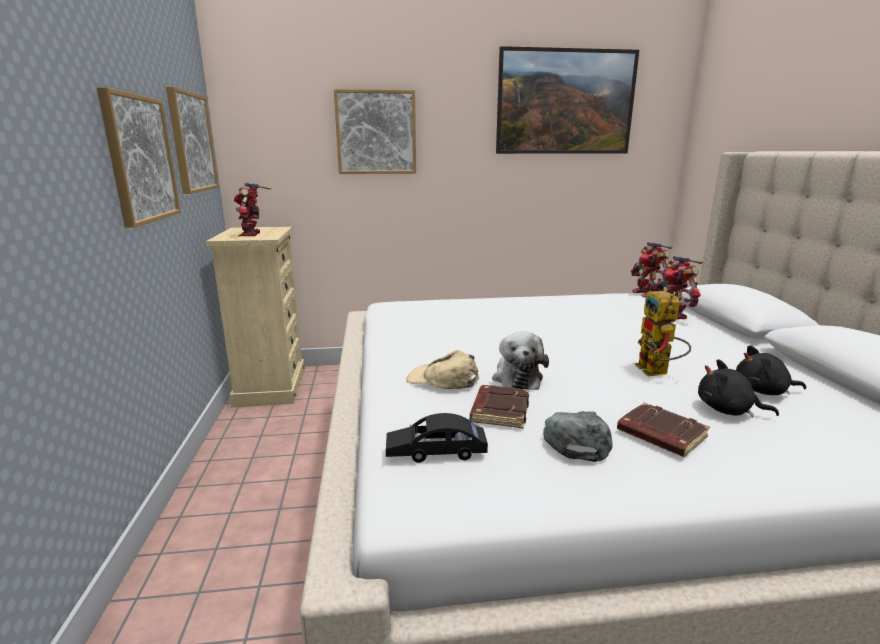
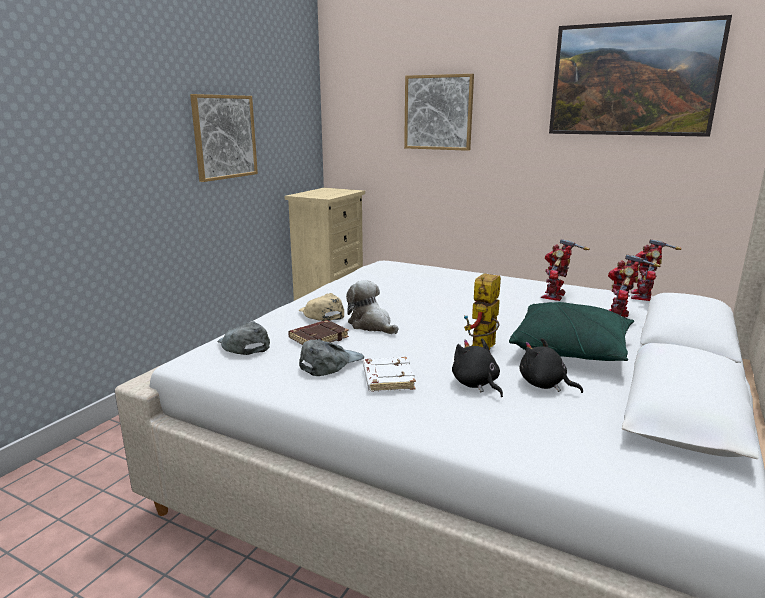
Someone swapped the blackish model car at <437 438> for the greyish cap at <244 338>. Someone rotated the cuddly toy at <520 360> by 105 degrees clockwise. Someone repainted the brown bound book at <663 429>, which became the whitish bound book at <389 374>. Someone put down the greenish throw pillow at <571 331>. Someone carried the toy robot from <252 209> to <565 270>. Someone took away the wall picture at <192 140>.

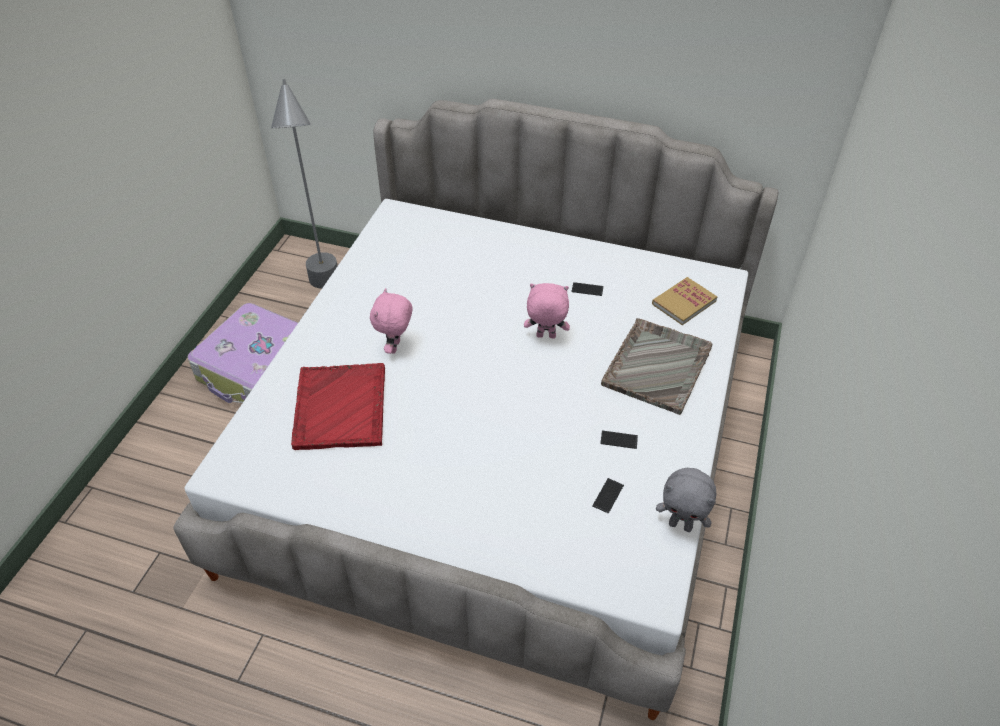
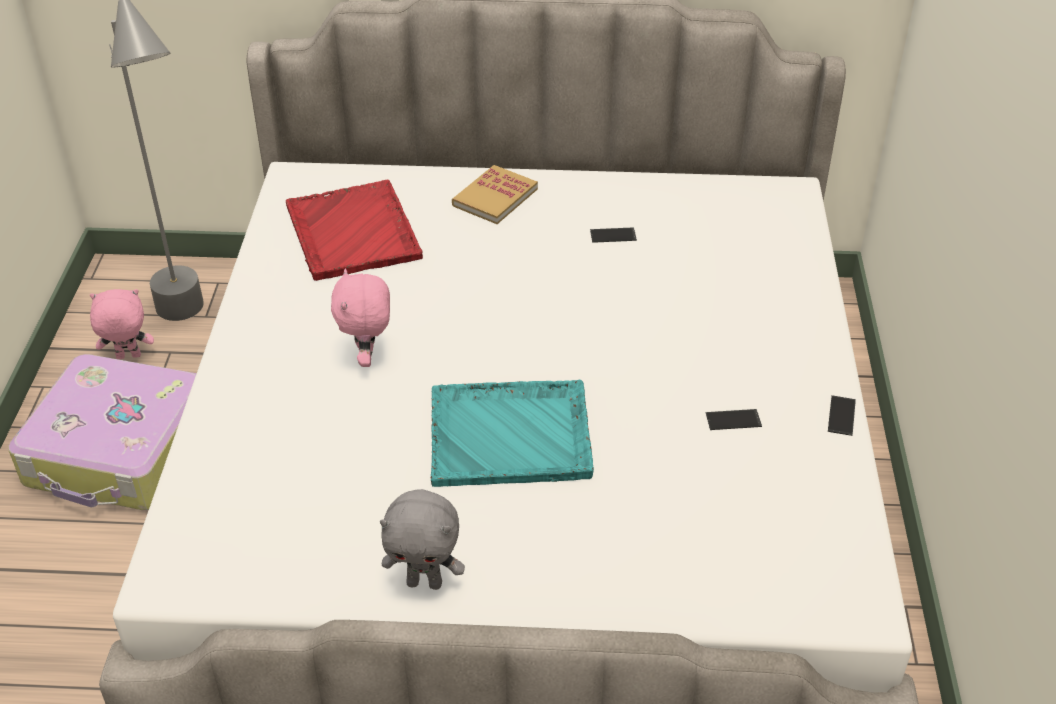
Someone carried the pink-coloured cuddly toy from <547 310> to <122 324>. Someone carried the reddish tray from <338 406> to <354 230>. Someone carried the greyish cuddly toy from <686 500> to <422 539>. Someone put down the turquoise tray at <512 433>. Someone carried the bound book from <685 301> to <495 194>. Someone carried the phone from <608 496> to <842 415>. Someone took away the greyish tray at <657 366>.

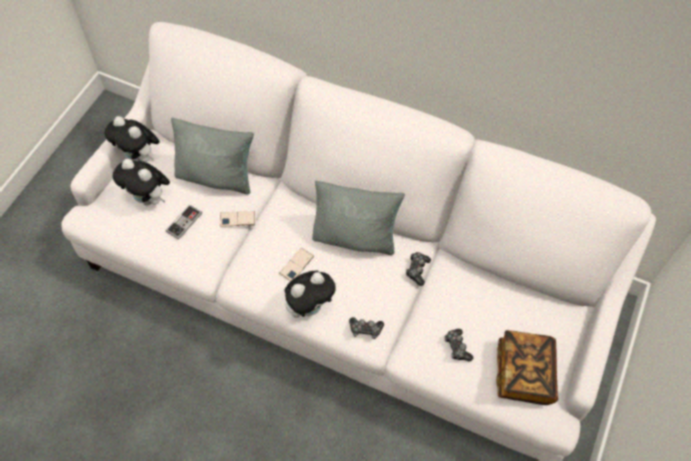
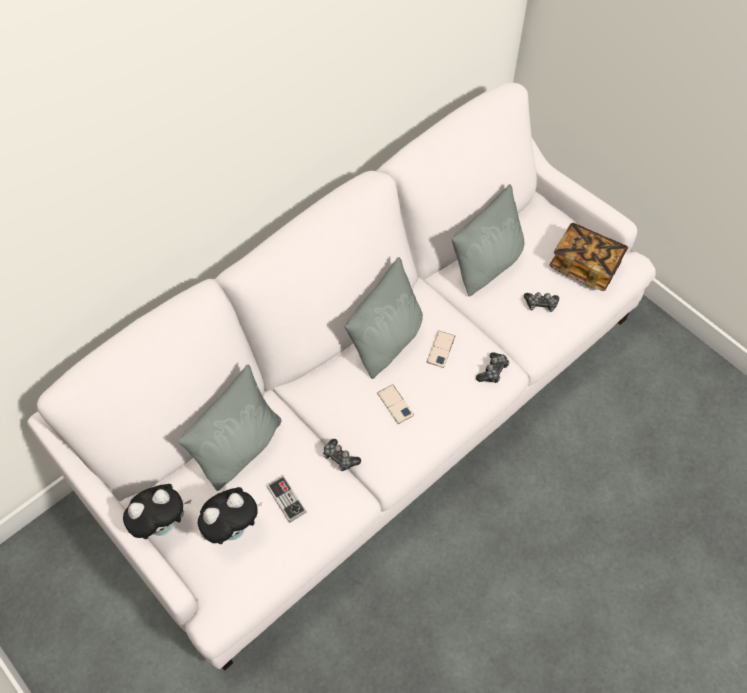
Someone carried the gamepad from <418 269> to <342 455>. Someone carried the phone from <237 219> to <441 349>. Someone put down the greyish throw pillow at <488 240>. Someone took away the cuddly toy at <310 294>.

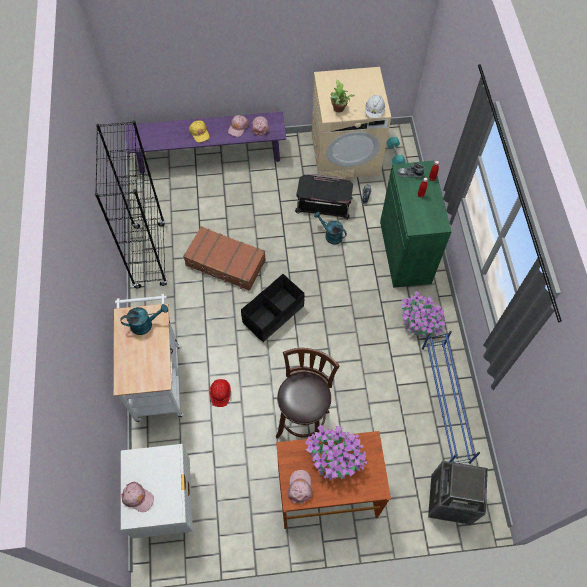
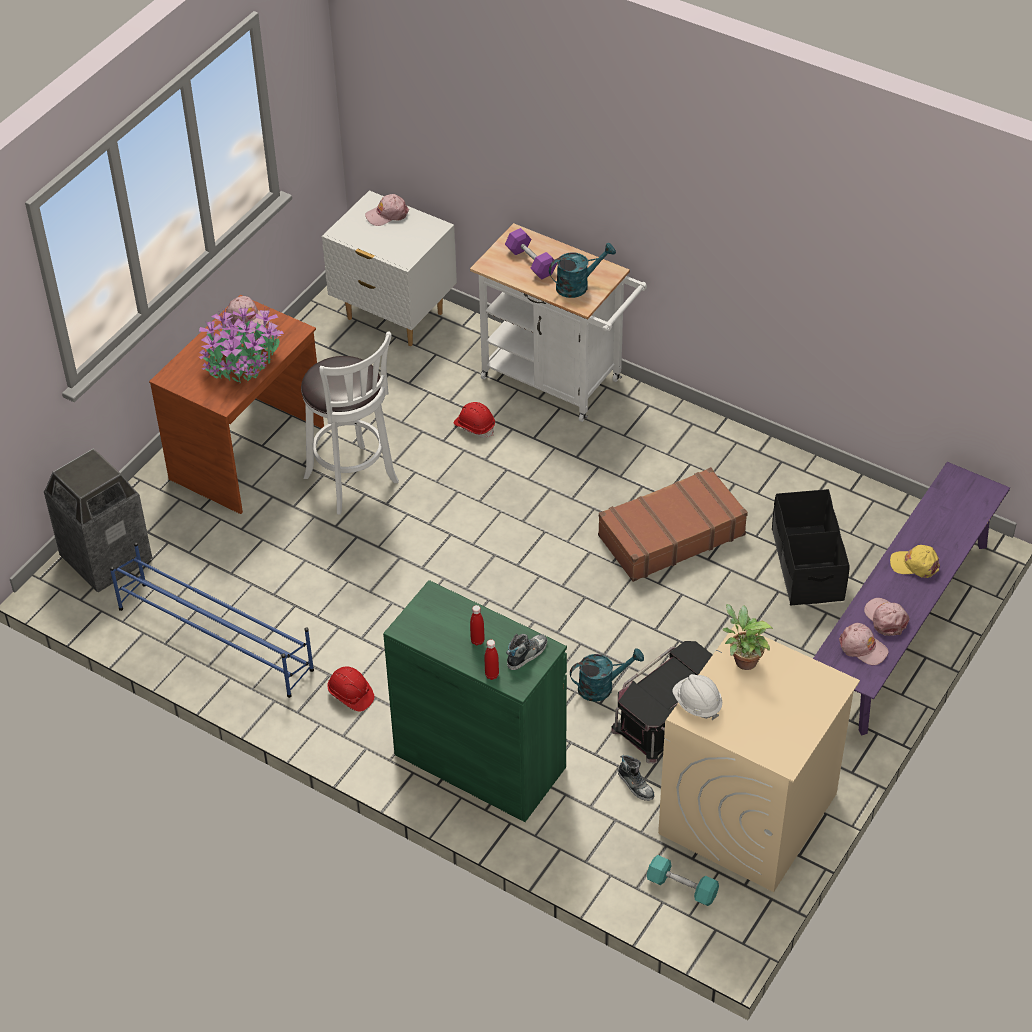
Someone repainted the brown stool seat at <307 393>, which became the whitish stool seat at <350 423>. Someone swapped the plant in a pot at <423 314> for the reddish work helmet at <350 689>. Someone put down the purple-coloured free weight at <531 254>. Someone rotated the turquoise sprinkling can at <144 319> by 135 degrees counterclockwise. Someone carried the blackish storage container from <272 308> to <810 547>. Someone took away the blackish bookshelf at <131 204>.

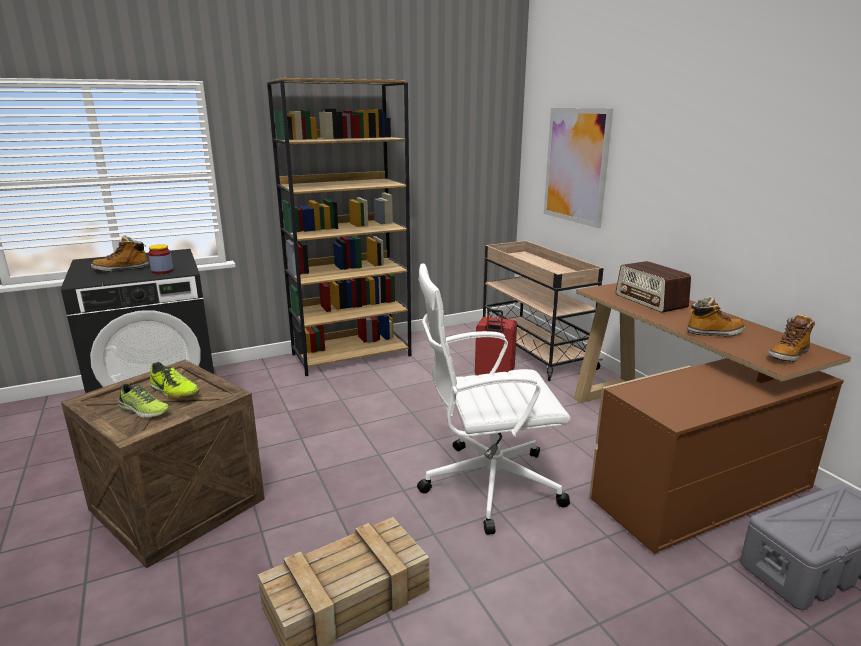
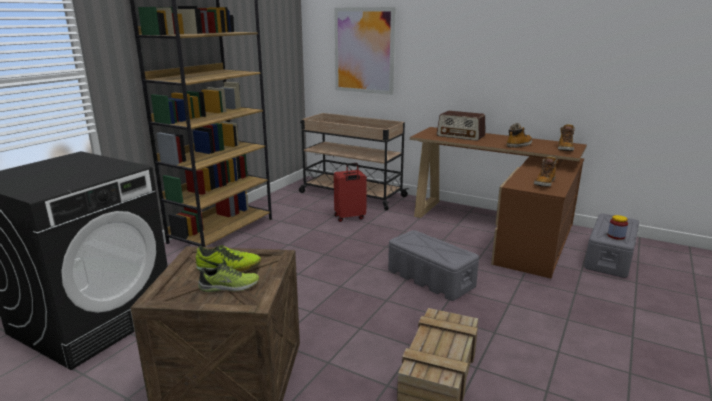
Someone swapped the whitish office chair at <494 399> for the greyish storage container at <433 265>. Someone carried the high-top boot from <120 253> to <546 171>. Someone carried the storage jar from <160 259> to <618 227>.

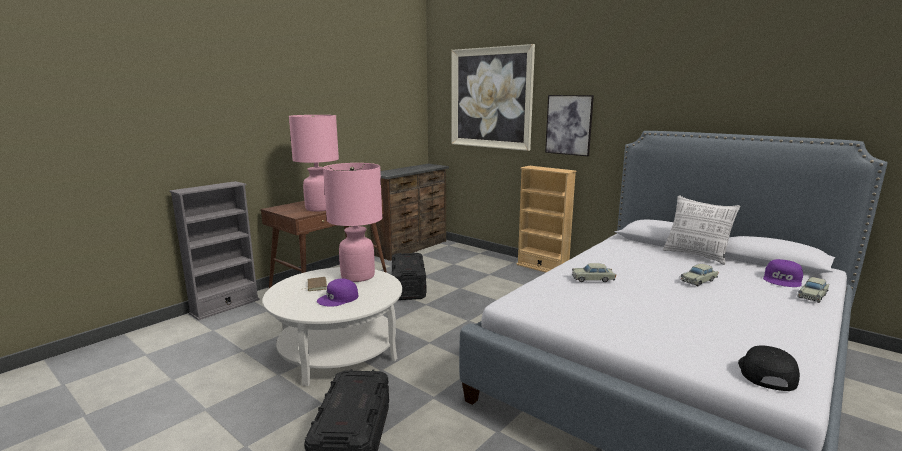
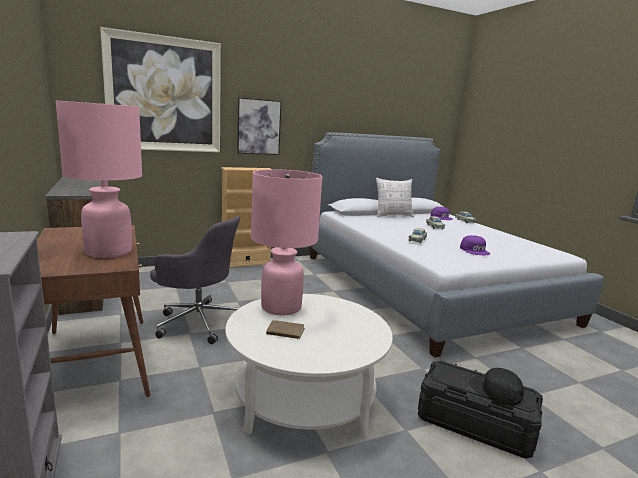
Someone swapped the blackish storage container at <409 276> for the greyish office chair at <195 280>. Someone carried the purple-coloured cap from <337 293> to <475 245>. Someone carried the blackish cap from <769 368> to <497 387>.

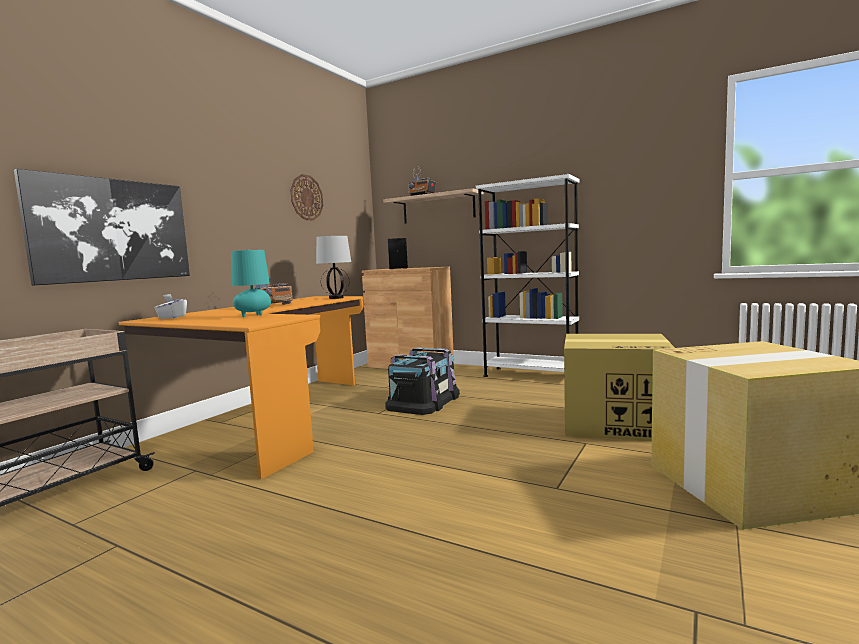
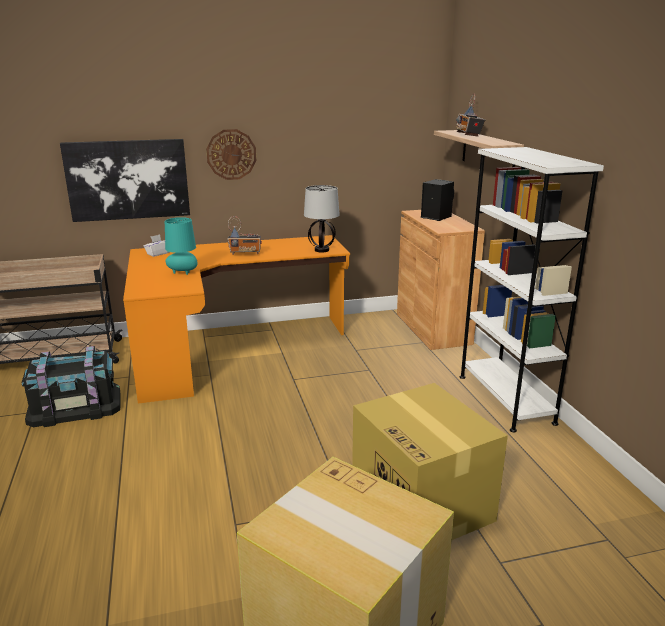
Someone carried the blackish storage container from <422 381> to <70 386>. Someone carried the wall clock from <306 197> to <231 154>.

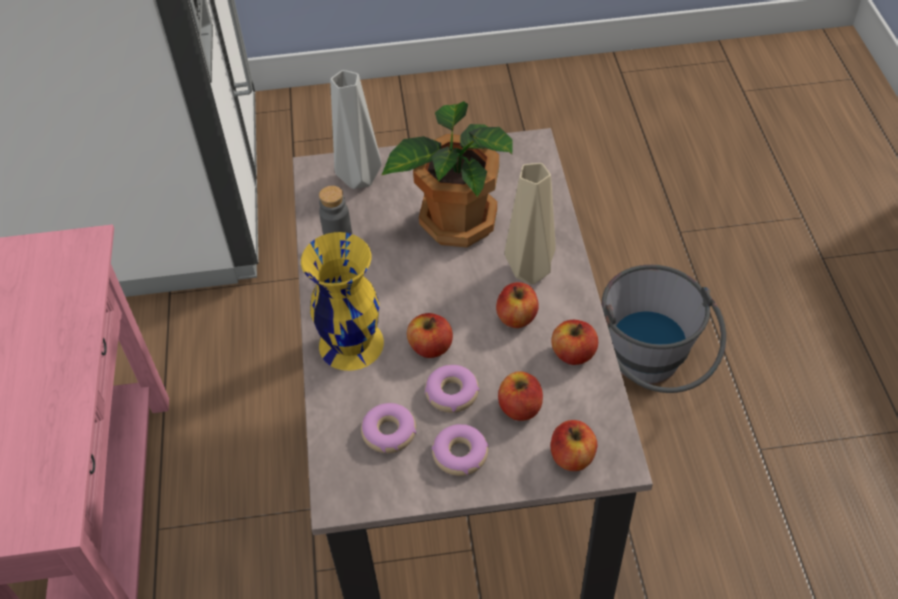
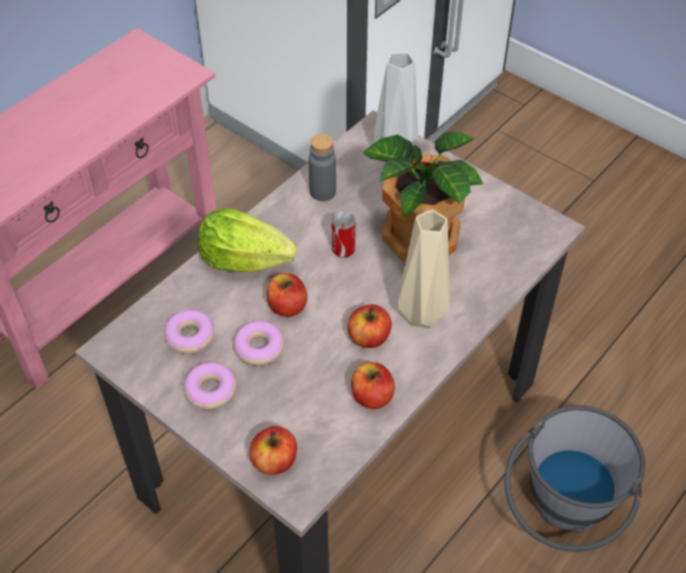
Someone swapped the yellowish vase at <342 301> for the lettuce at <247 239>. Someone put down the metal can at <344 234>. Someone took away the whole apple at <520 396>.

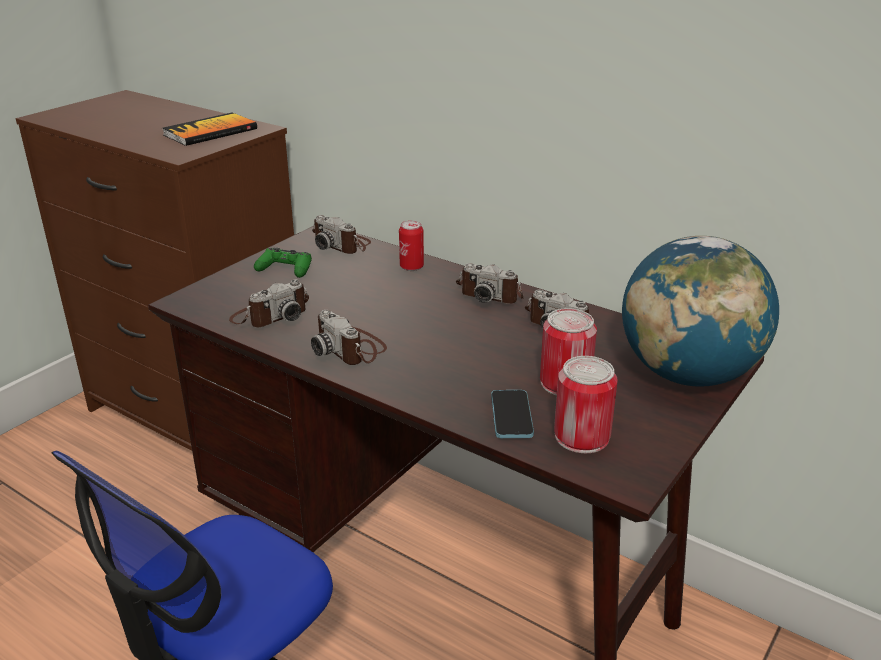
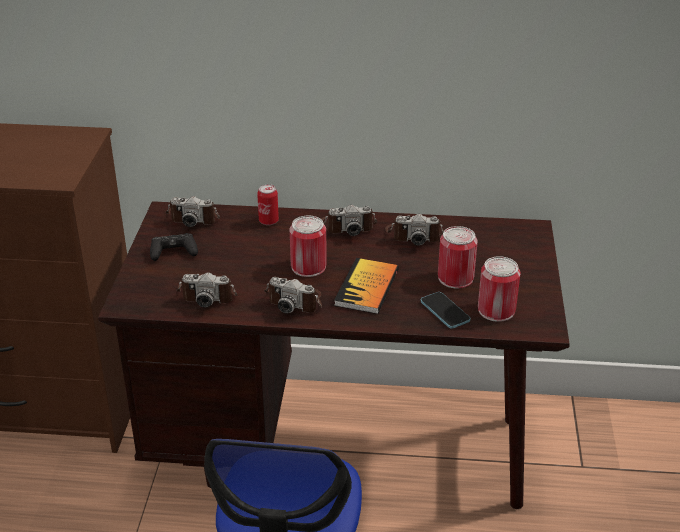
Someone repainted the greenish gamepad at <283 263>, which became the blackish gamepad at <174 247>. Someone rotated the still camera at <269 303> by 75 degrees clockwise. Someone put down the metal can at <308 246>. Someone carried the bound book from <209 129> to <366 286>. Someone took away the desk globe at <700 311>.

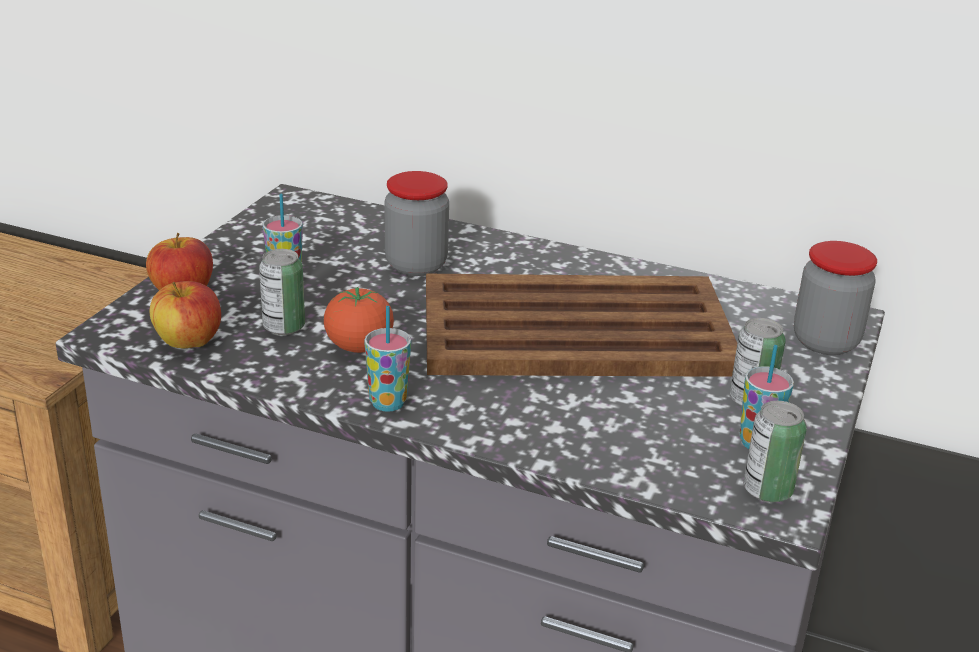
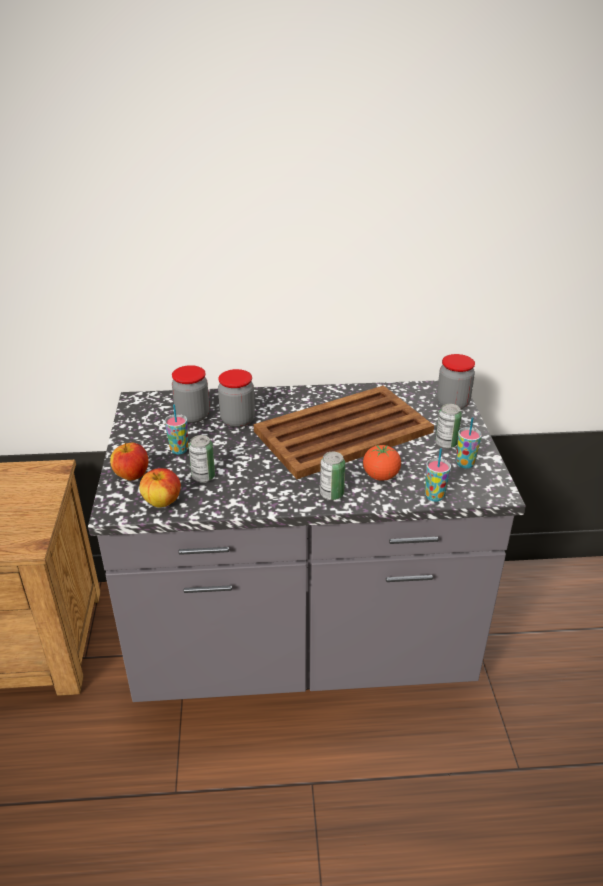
Someone put down the storage jar at <191 394>. Someone carried the metal can from <775 451> to <332 476>. Someone carried the tomato from <359 320> to <382 463>. Someone carried the drinking cup from <387 359> to <438 475>.

